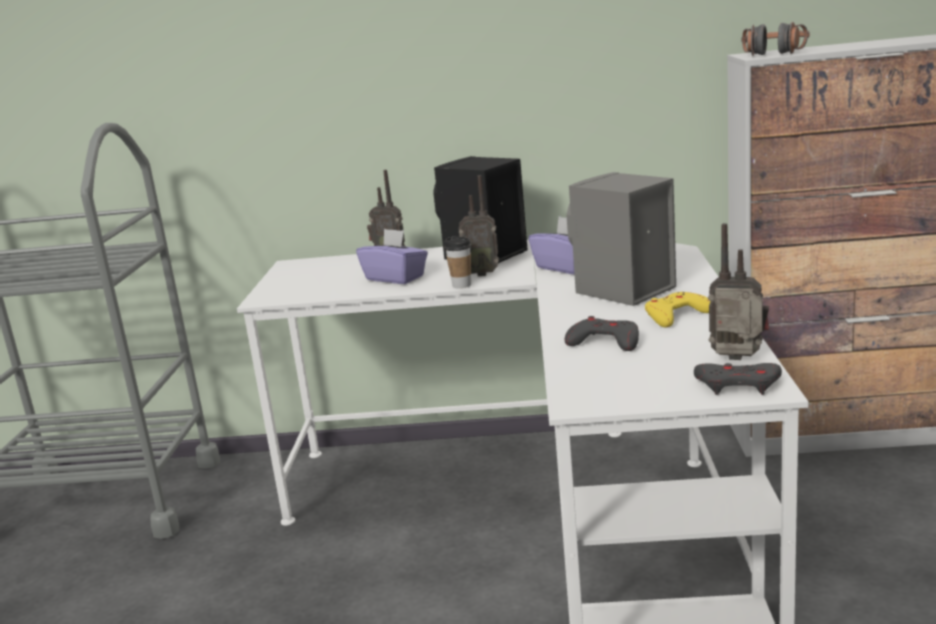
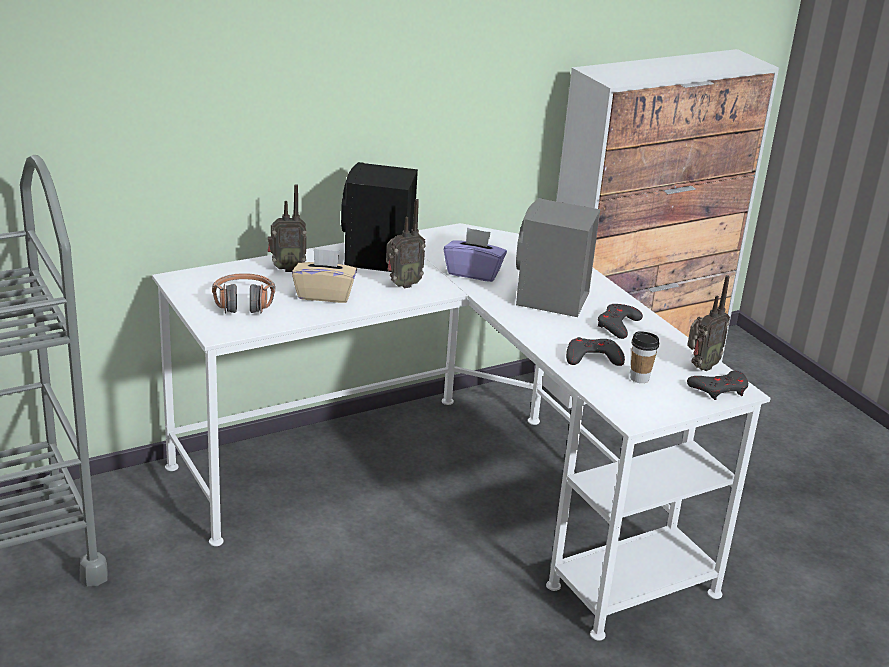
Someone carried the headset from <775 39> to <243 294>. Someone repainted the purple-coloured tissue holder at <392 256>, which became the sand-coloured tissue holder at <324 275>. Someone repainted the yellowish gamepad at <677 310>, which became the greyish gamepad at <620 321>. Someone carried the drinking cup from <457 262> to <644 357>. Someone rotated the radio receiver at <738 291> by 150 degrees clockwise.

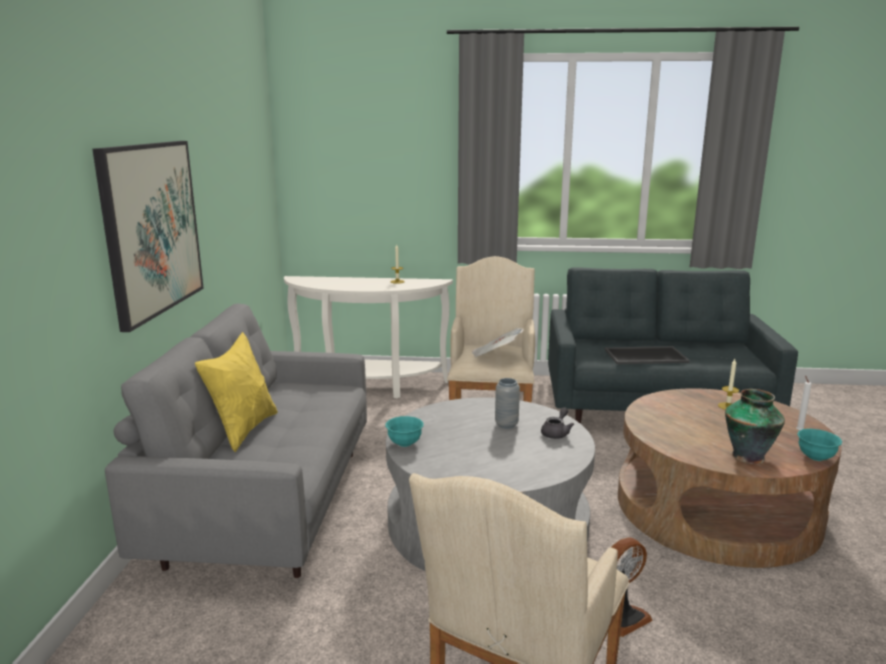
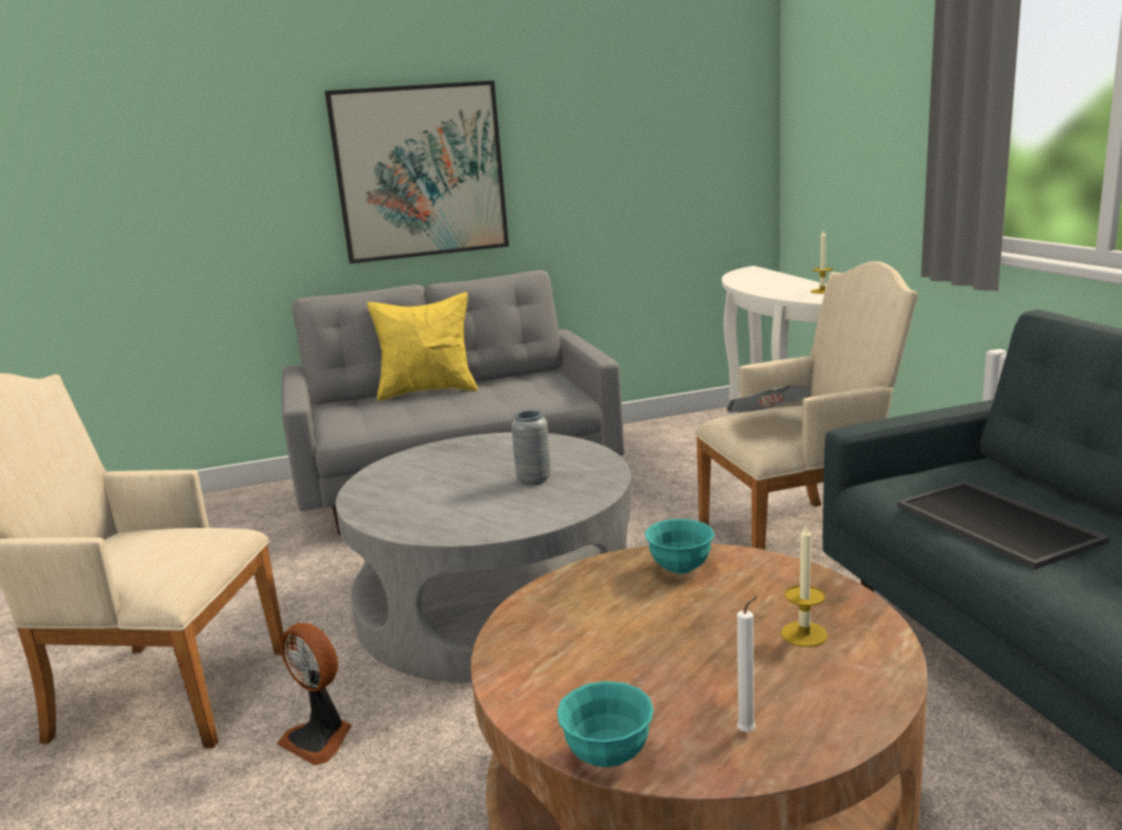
Someone carried the turquoise deep dish from <404 431> to <680 546>. Someone took away the greyish pot for tea at <557 423>. Someone took away the vase at <755 426>.

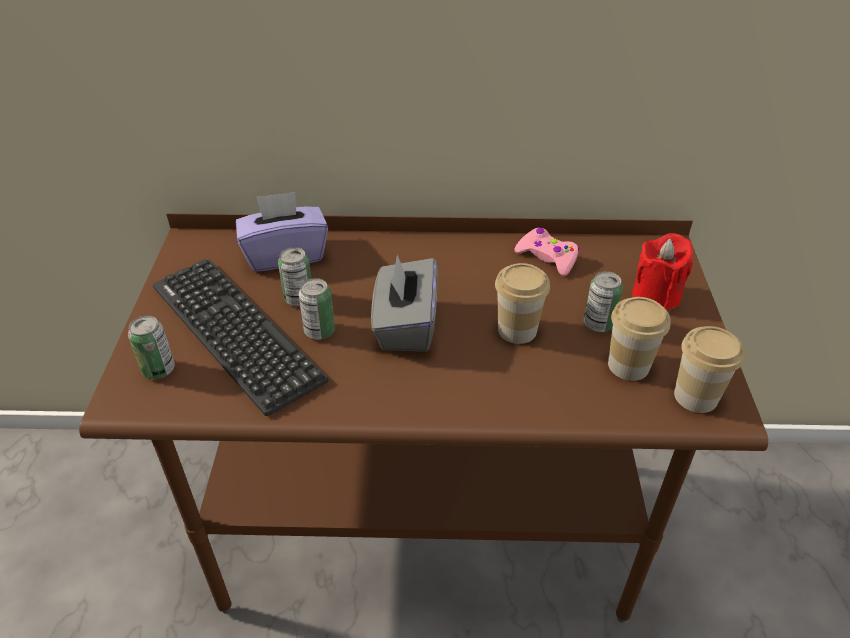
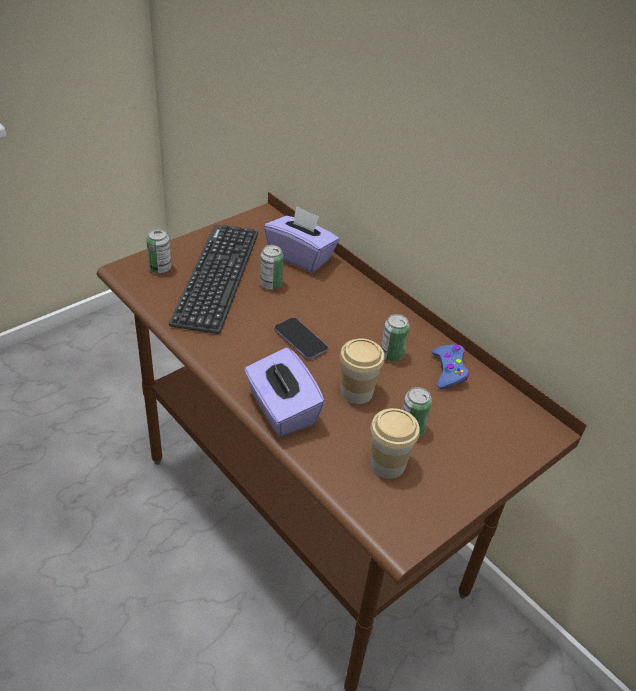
Someone put down the purple-coloured tissue holder at <284 391>. Someone swapped the greyish tissue holder at <404 303> for the phone at <301 339>. Someone carried the metal can from <317 309> to <395 338>. Someone repainted the pink-coloured gamepad at <546 252>, which became the blue-coloured gamepad at <450 366>. Someone took away the reddish candle at <662 272>. Someone took away the drinking cup at <709 369>.

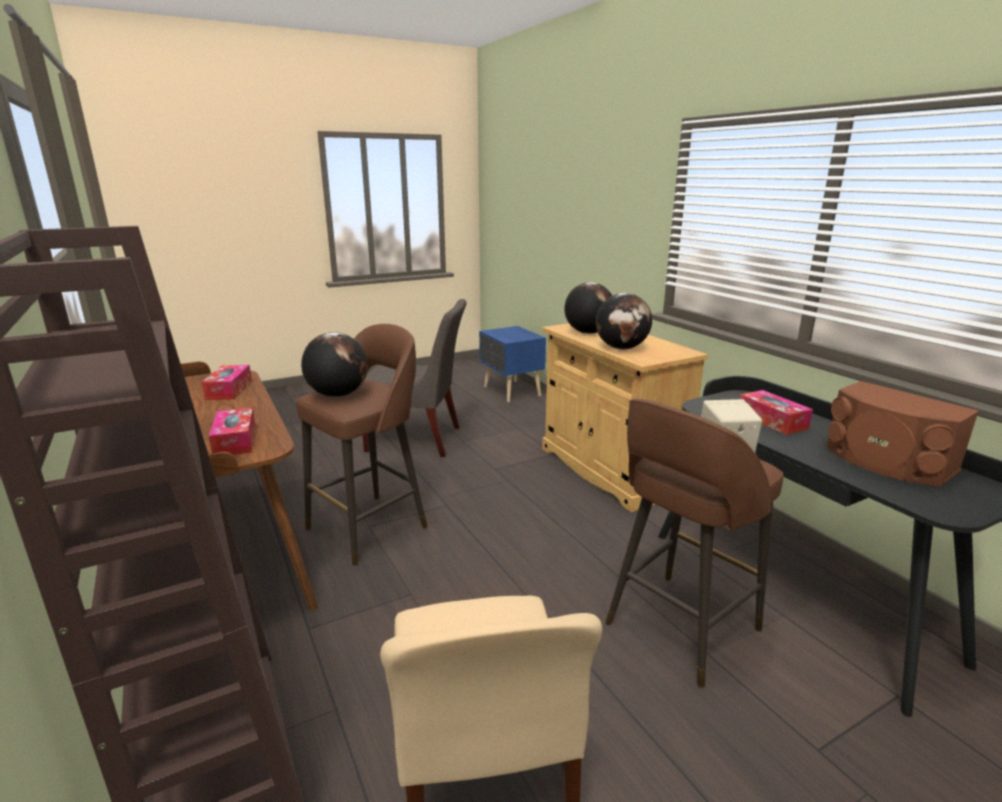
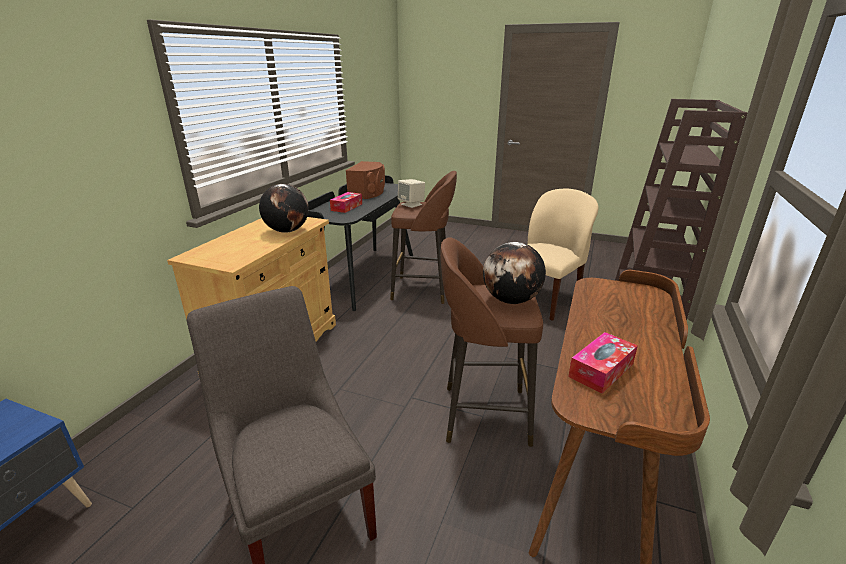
Someone took away the tissue holder at <232 431>. Someone took away the desk globe at <588 308>.

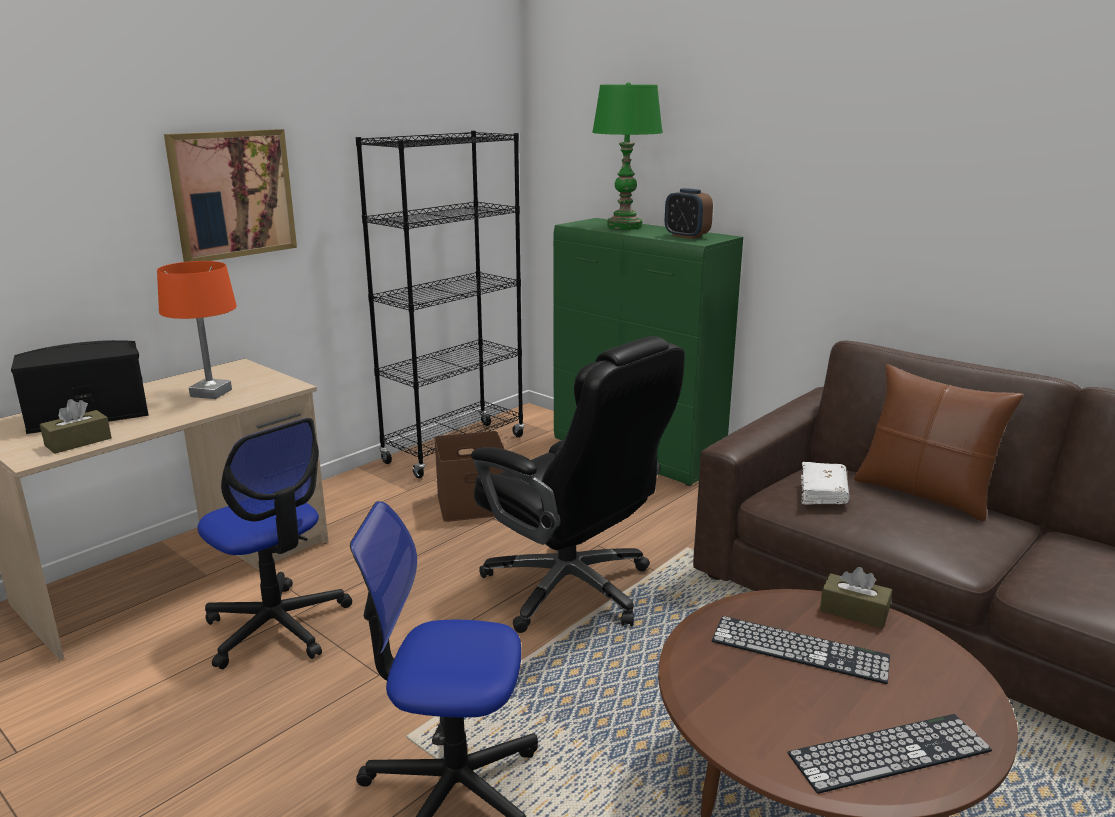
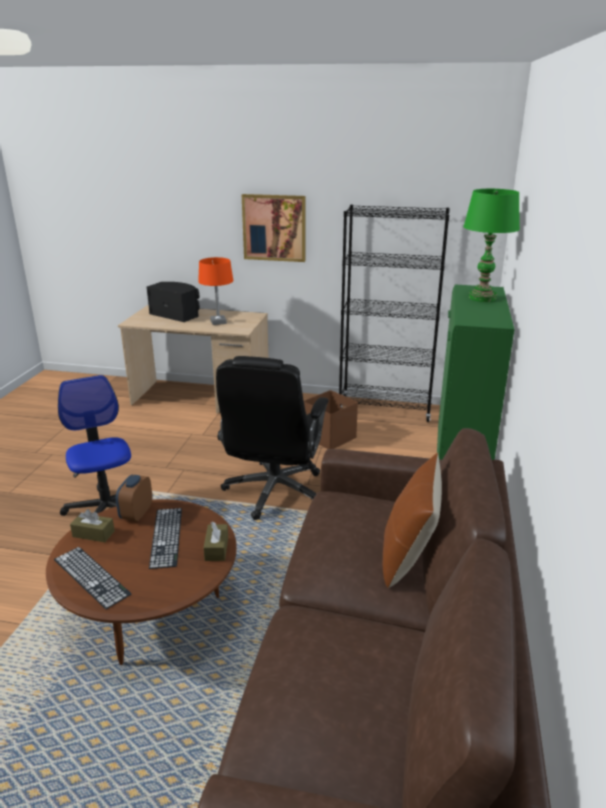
Someone carried the brown tissue holder from <76 426> to <92 525>. Someone carried the table clock from <689 213> to <134 498>. Someone took away the office chair at <275 543>. Someone took away the whitish bound book at <825 483>.

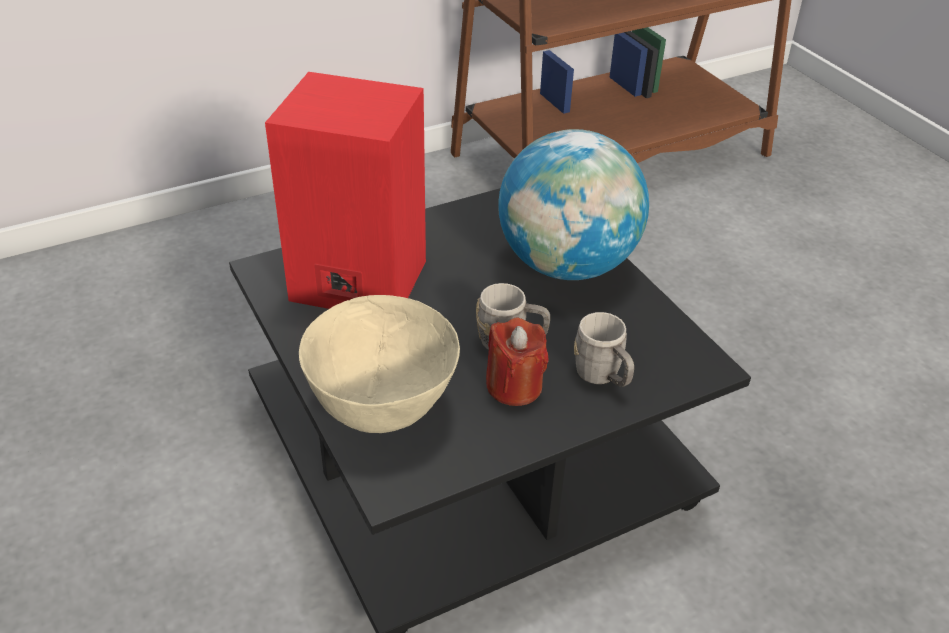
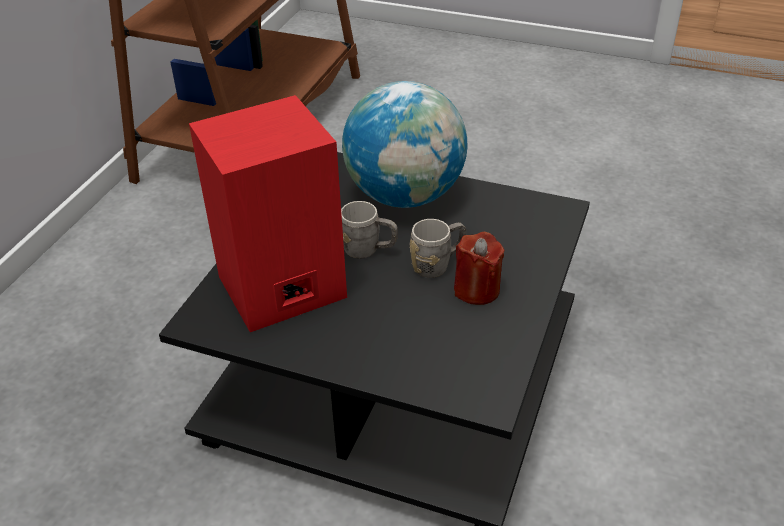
Someone carried the greyish tea mug from <604 349> to <369 230>. Someone took away the sand-coloured deep dish at <379 364>.

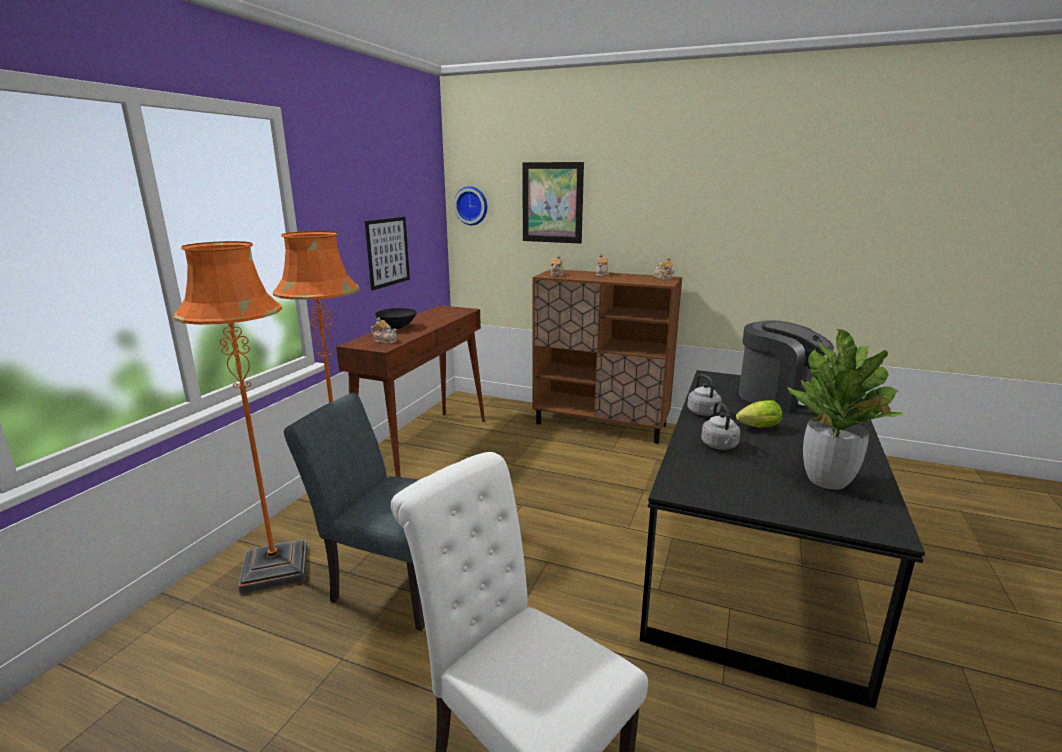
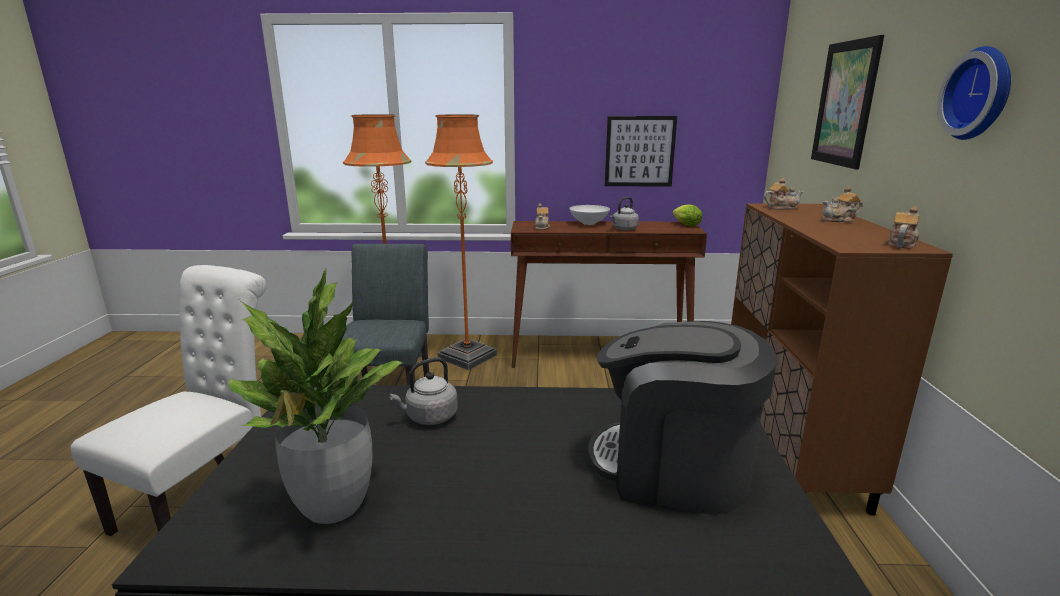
Someone repainted the blackish deep dish at <395 318>, which became the whitish deep dish at <589 215>. Someone rotated the coffee maker at <786 366> by 90 degrees clockwise. Someone carried the greyish water kettle from <704 395> to <624 213>. Someone carried the lettuce from <759 413> to <687 215>. Someone carried the wall clock from <470 205> to <974 93>.

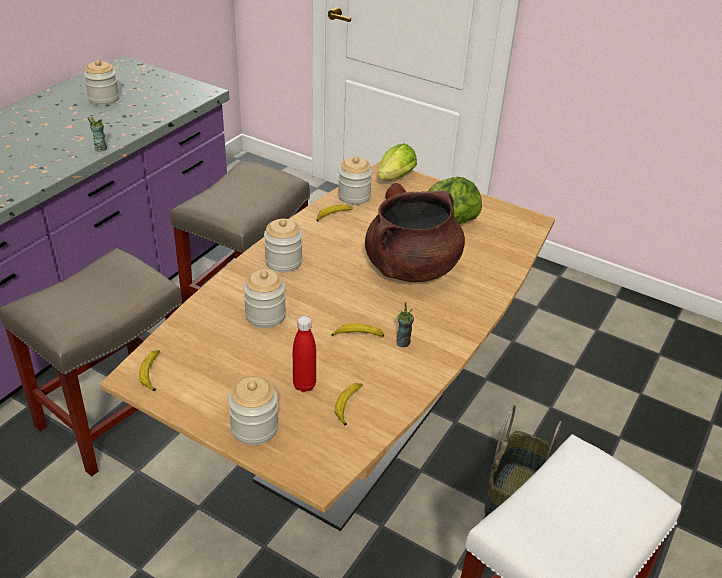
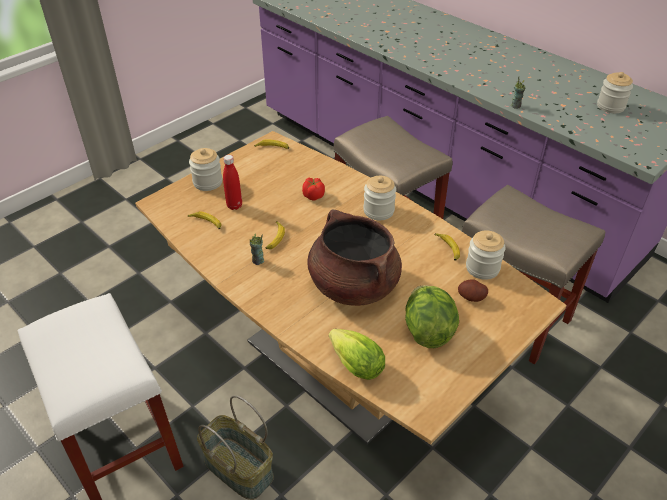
Someone swapped the storage jar at <264 298> for the tomato at <313 189>. Someone carried the lettuce from <397 162> to <357 354>.

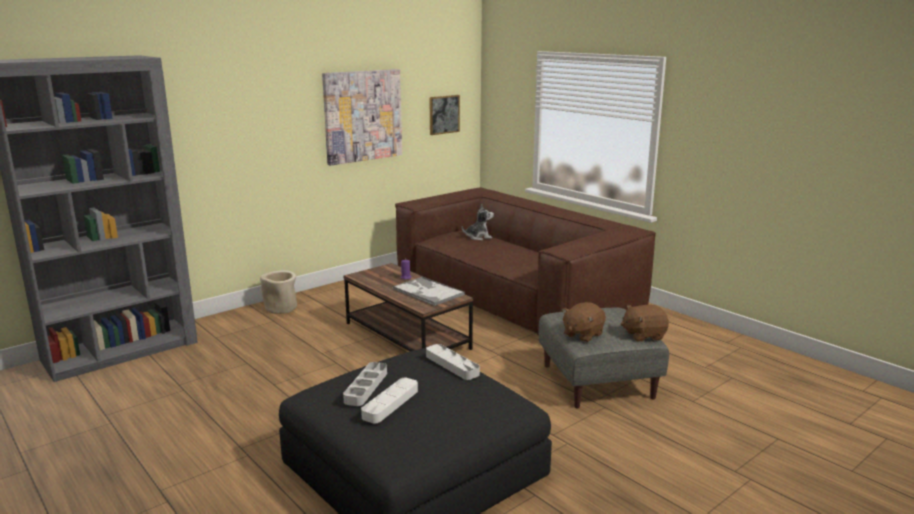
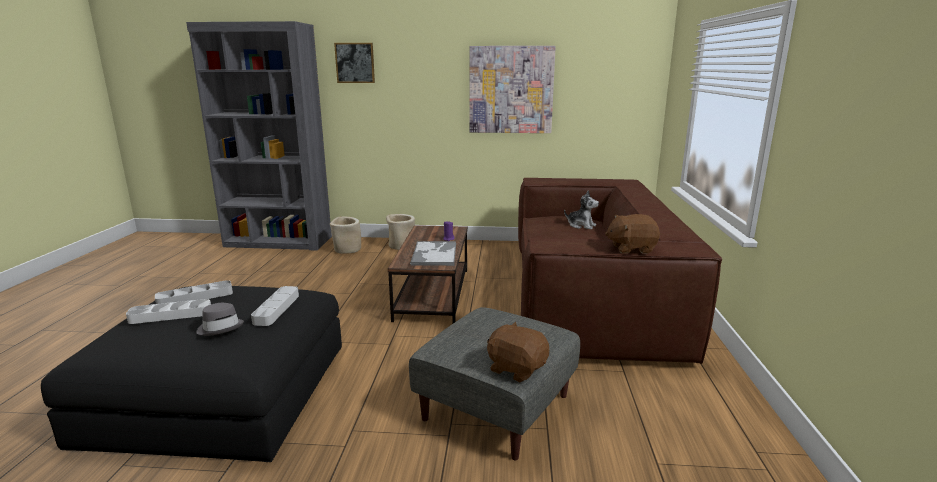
Someone put down the greyish hat at <220 319>. Someone put down the sand-coloured flower pot at <345 235>. Someone carried the wall picture from <444 115> to <354 63>. Someone carried the brown cuddly toy from <584 322> to <632 234>.

